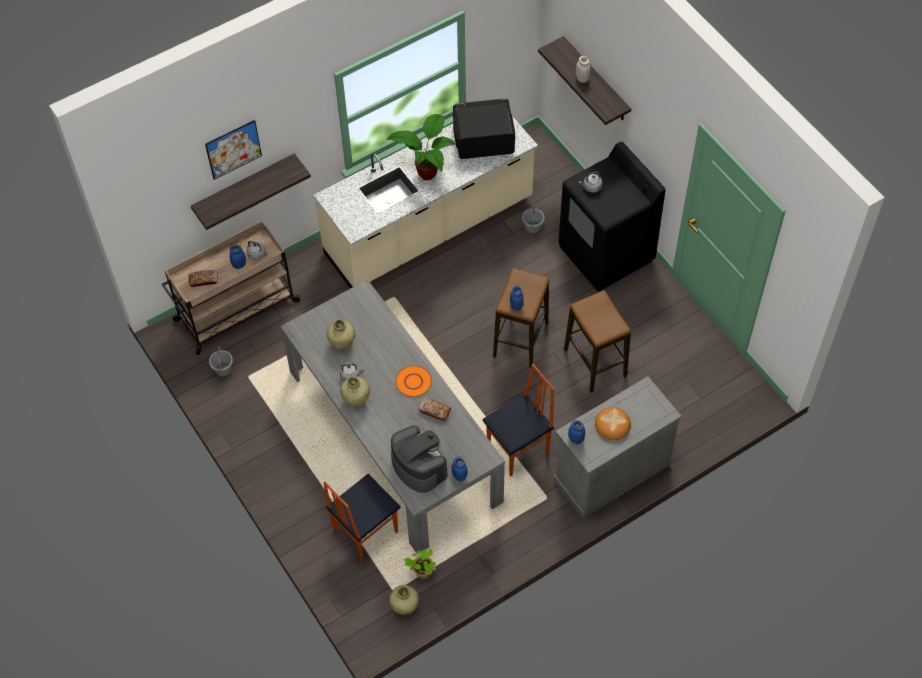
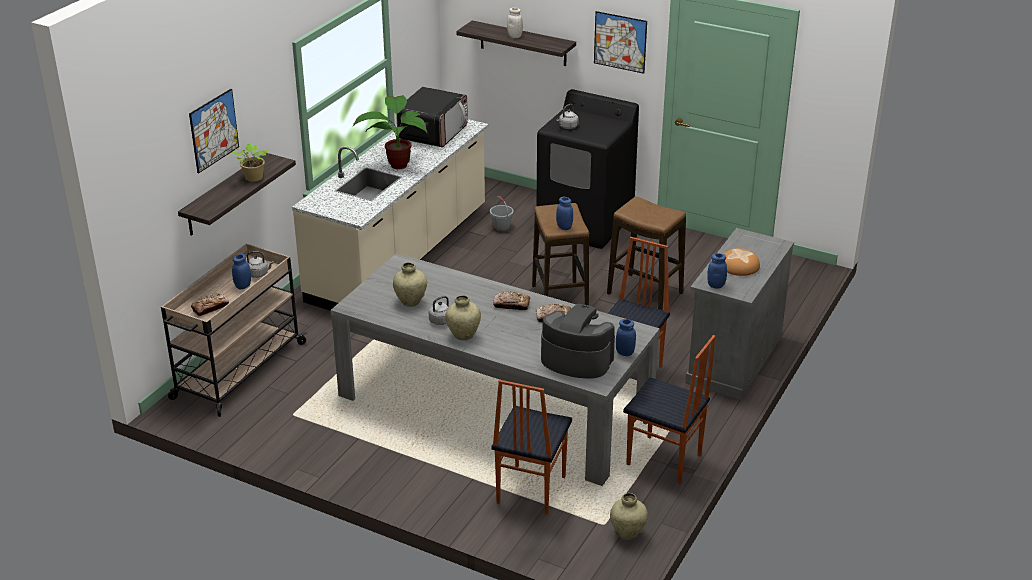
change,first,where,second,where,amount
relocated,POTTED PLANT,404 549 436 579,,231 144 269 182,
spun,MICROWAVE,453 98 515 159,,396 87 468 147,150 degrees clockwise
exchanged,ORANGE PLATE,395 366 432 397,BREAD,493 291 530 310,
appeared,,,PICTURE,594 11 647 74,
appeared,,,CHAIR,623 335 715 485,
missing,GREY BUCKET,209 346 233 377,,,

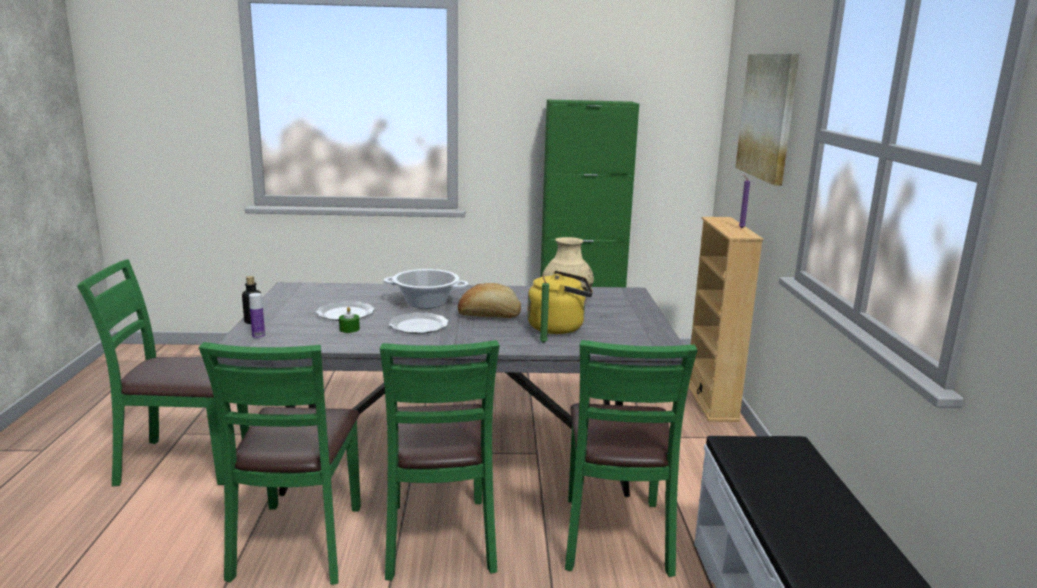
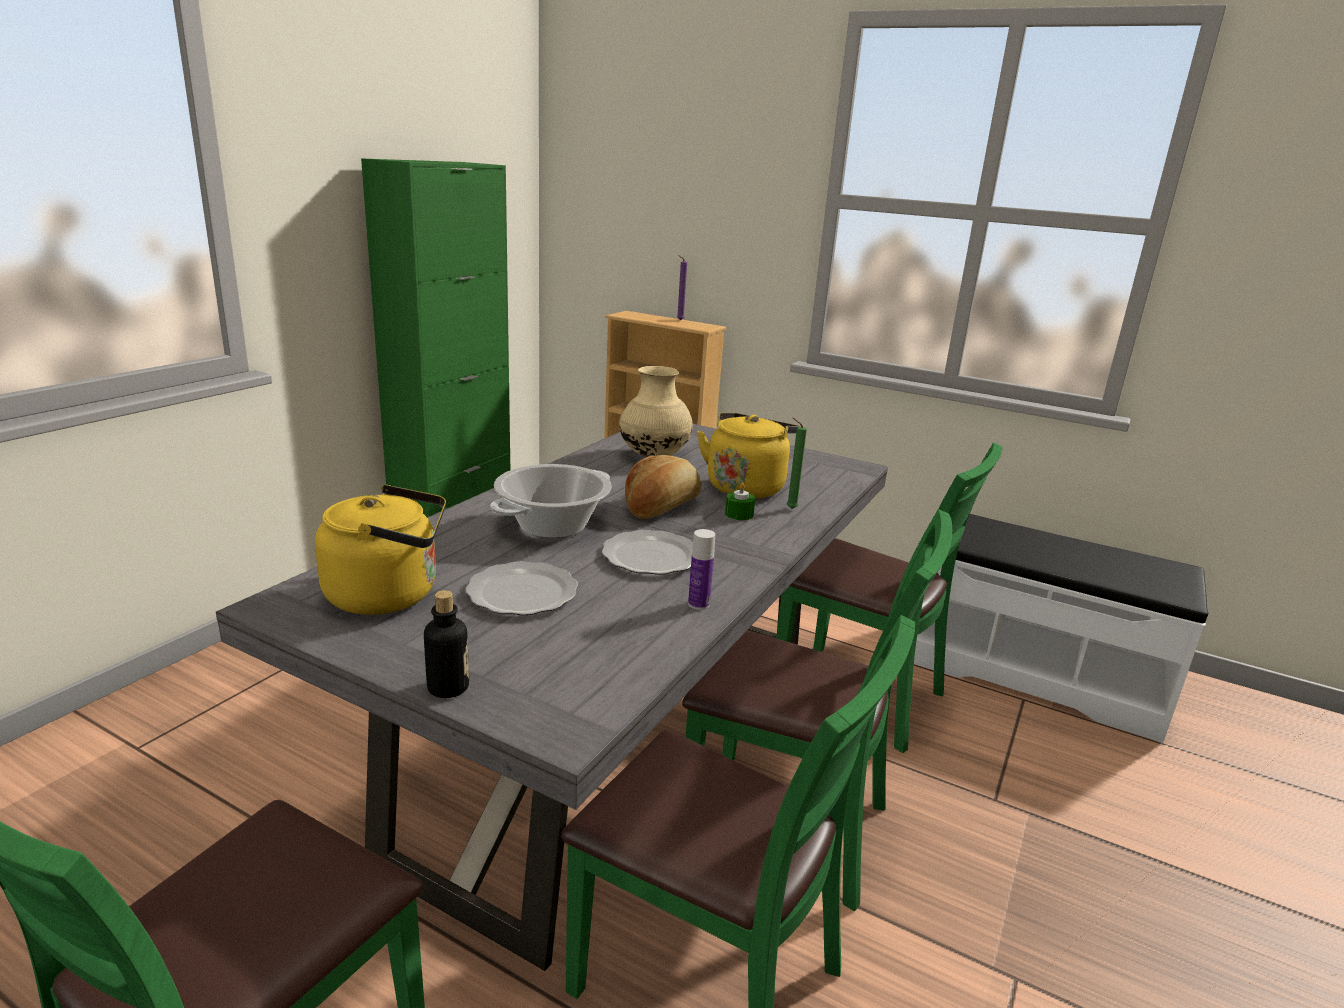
change,first,where,second,where,amount
appeared,,,YELLOW KETTLE,315 485 446 615,
relocated,BOTTLE,249 293 265 339,,688 529 715 610,
relocated,GREEN CANDLE,339 307 360 333,,725 482 755 520,
missing,PICTURE,735 53 800 186,,,

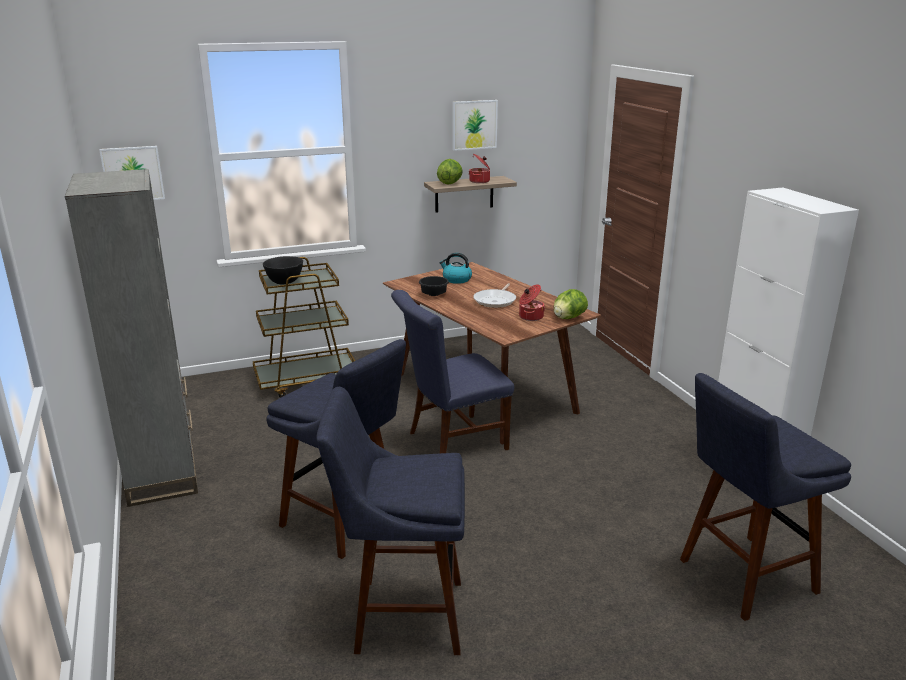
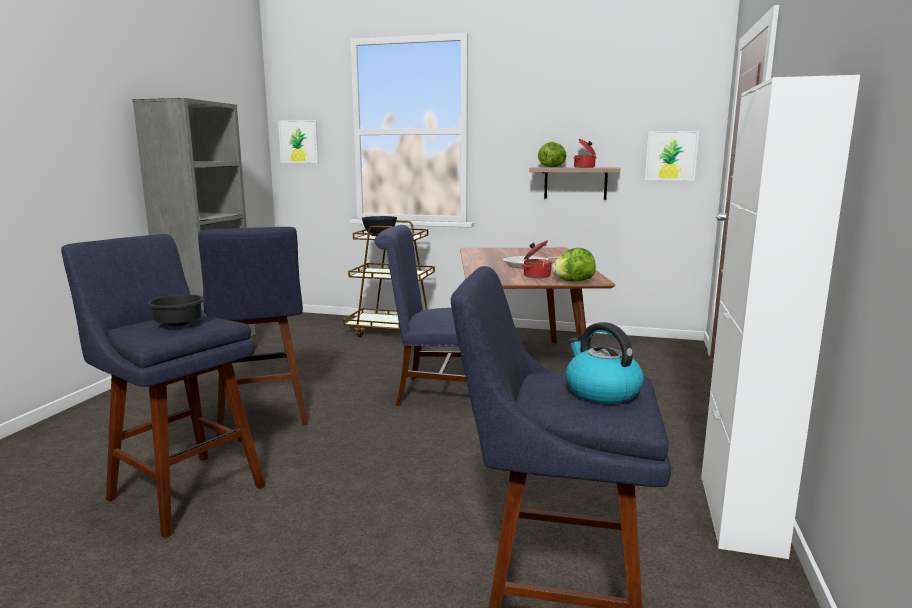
change,first,where,second,where,amount
relocated,BLACK BOWL,419 276 449 296,,147 295 205 326,
relocated,KETTLE,439 253 472 284,,566 322 644 404,
relocated,PICTURE,453 100 498 151,,645 131 699 180,

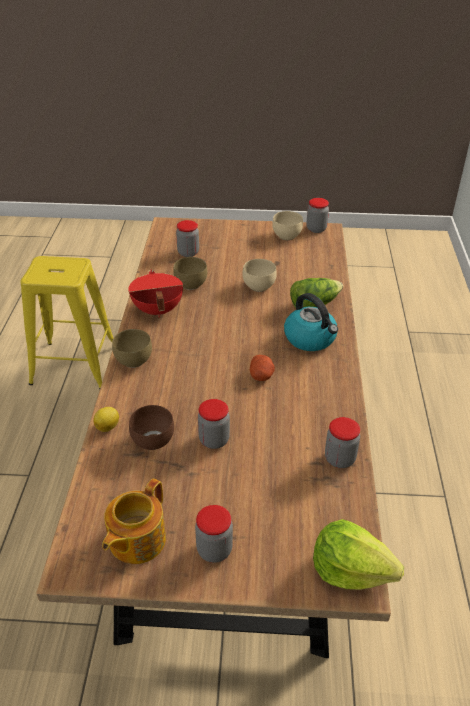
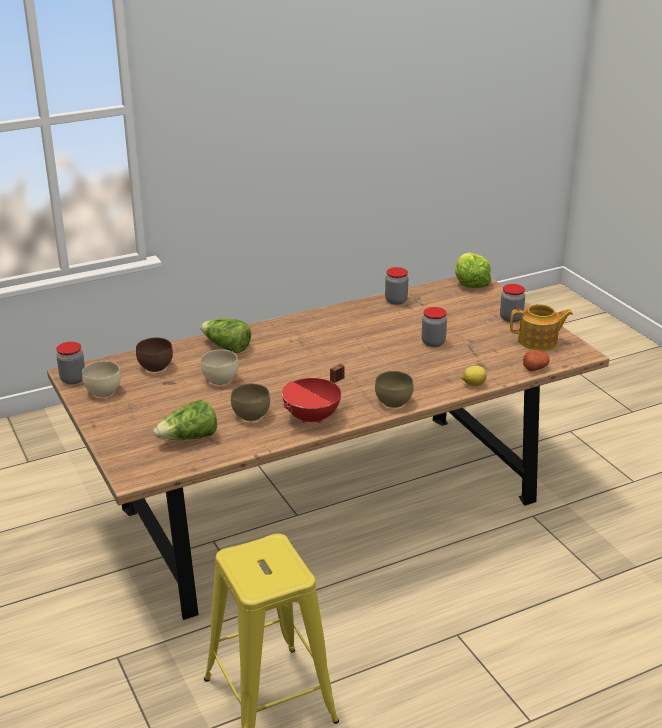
change,first,where,second,where,amount
relocated,BROWN BOWL,129 405 174 450,,136 338 173 372,
exchanged,JAR,176 220 199 257,LETTUCE,153 400 217 440,
relocated,POTATO,250 355 275 381,,523 350 550 371,
missing,KETTLE,284 293 338 351,,,

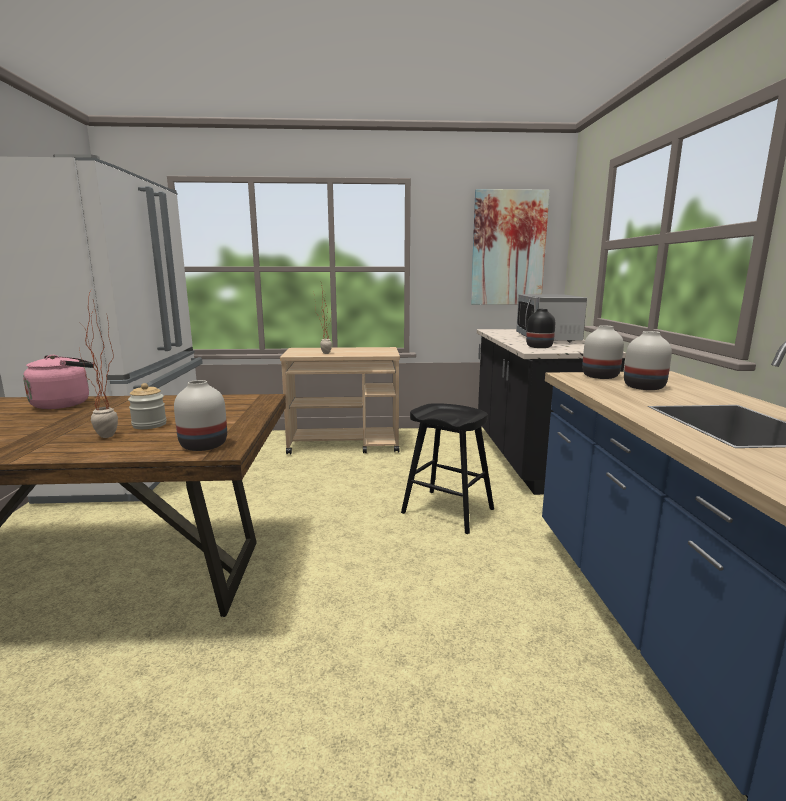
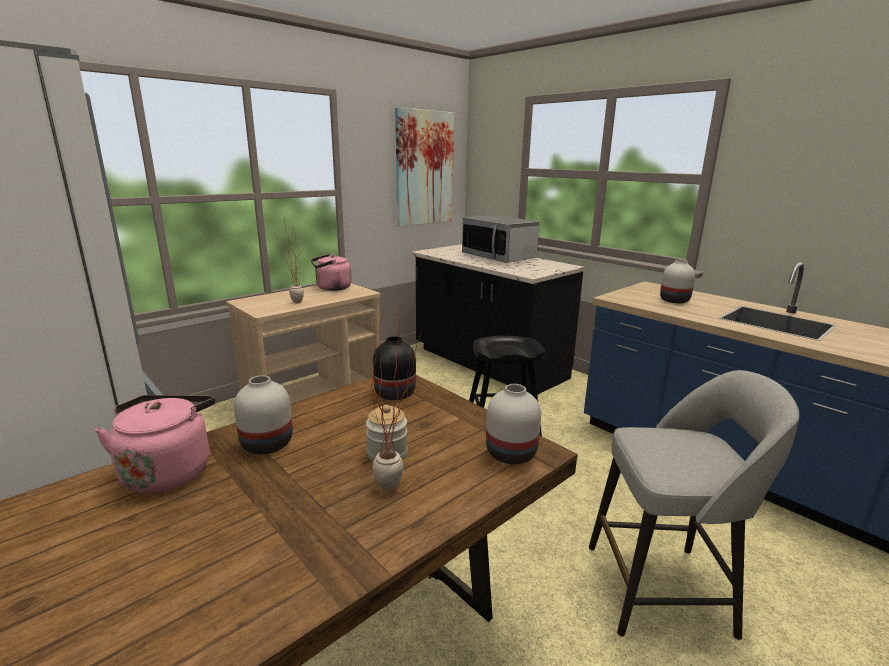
change,first,where,second,where,amount
relocated,WHITE VASE,582 325 624 379,,234 375 293 454,
appeared,,,PINK KETTLE,311 254 352 291,
relocated,BLACK VASE,526 309 555 348,,373 336 416 400,
appeared,,,GREY STOOL,589 370 800 640,

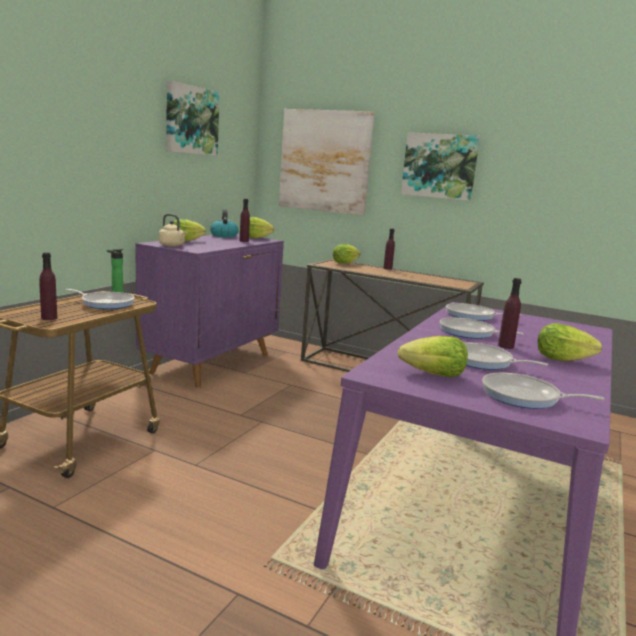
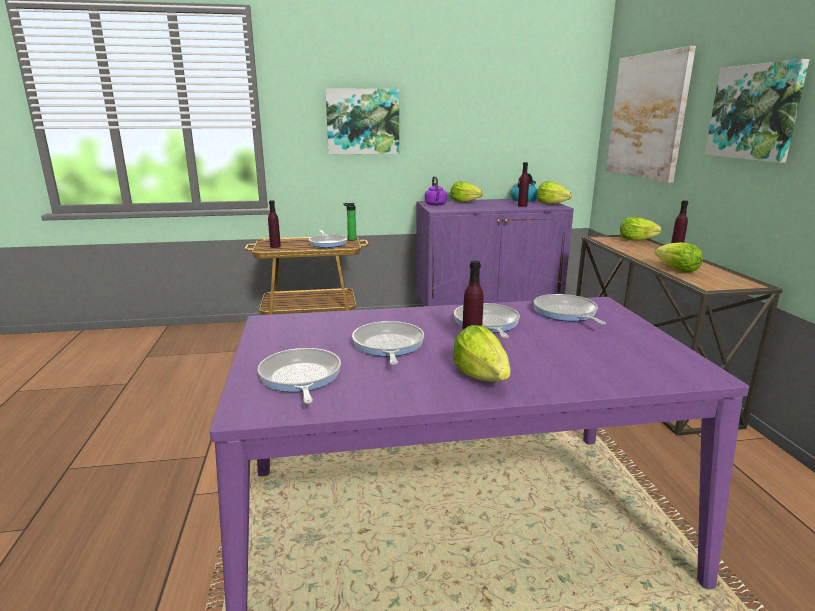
change,first,where,second,where,amount
relocated,PICTURE,166 81 220 156,,325 88 399 154,
colour,BEIGE KETTLE,159 214 187 247,PURPLE KETTLE,425 176 447 206,
relocated,LETTUCE,398 336 468 378,,655 242 703 273,

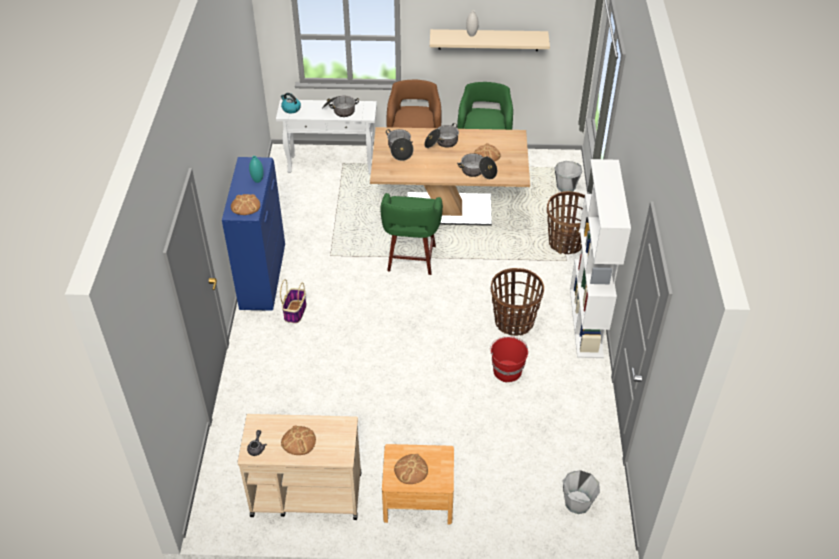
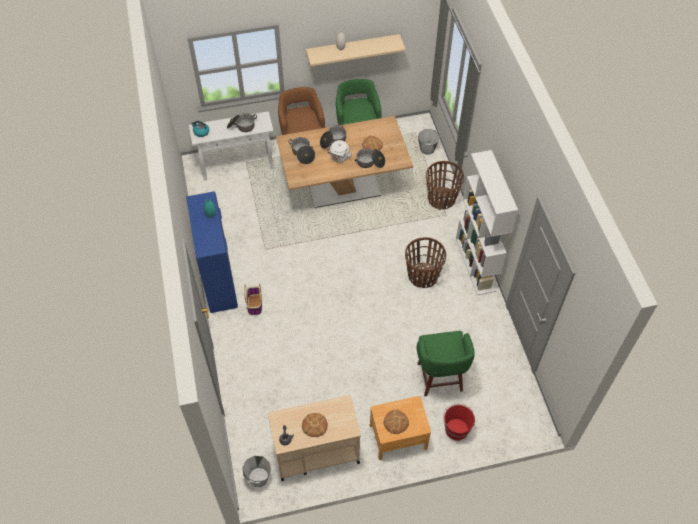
change,first,where,second,where,amount
relocated,GREY BUCKET,563 470 600 514,,242 456 271 487,
appeared,,,WHITE KETTLE,327 140 352 163,
relocated,GREEN STOOL,380 193 443 275,,416 331 475 396,
relocated,RED BUCKET,490 336 528 382,,443 404 475 441,
missing,BREAD,231 194 260 215,,,

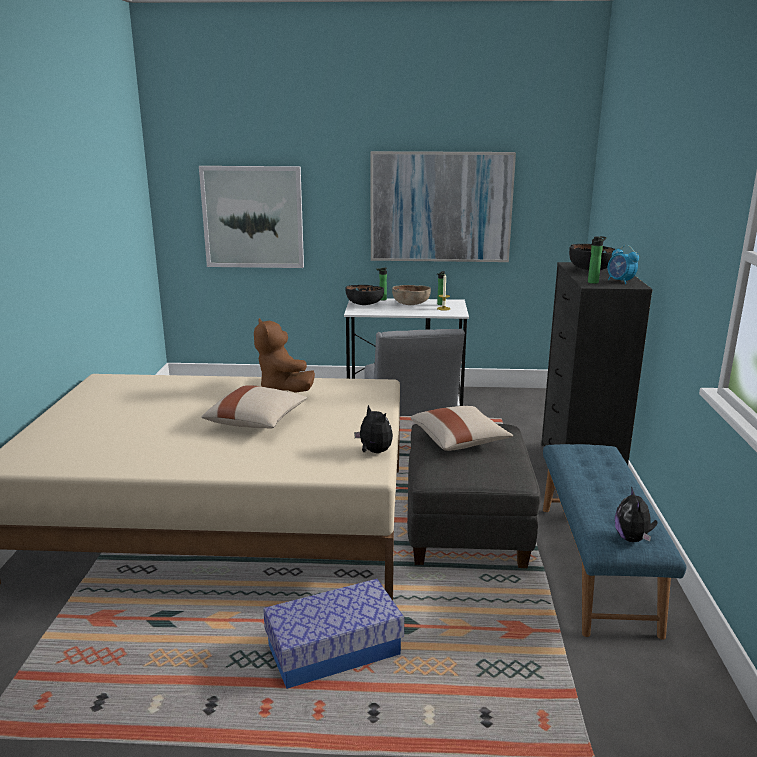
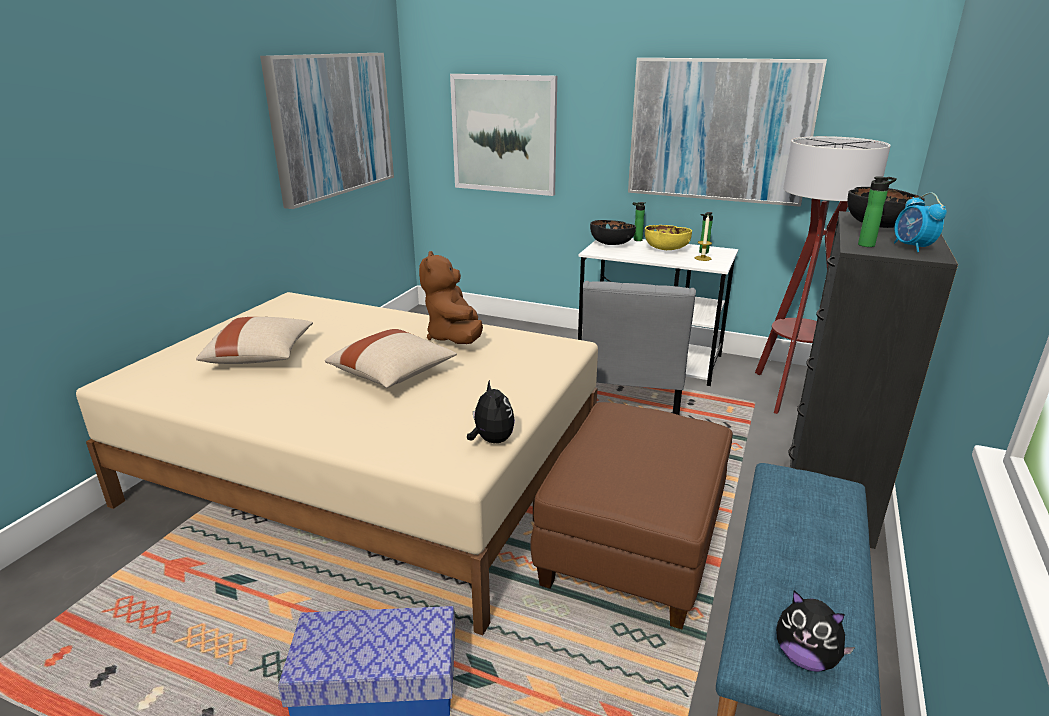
change,first,where,second,where,amount
relocated,BEIGE PILLOW,411 406 513 451,,196 317 313 364,
appeared,,,PICTURE,260 53 394 209,
colour,GREY OTTOMAN,407 424 541 568,BROWN OTTOMAN,530 402 733 629,
colour,BROWN BOWL,392 285 431 305,YELLOW BOWL,645 225 692 250,
appeared,,,FLOOR LAMP,755 136 891 414,
spun,PLUSH TOY,615 486 658 542,,776 590 855 672,75 degrees counterclockwise

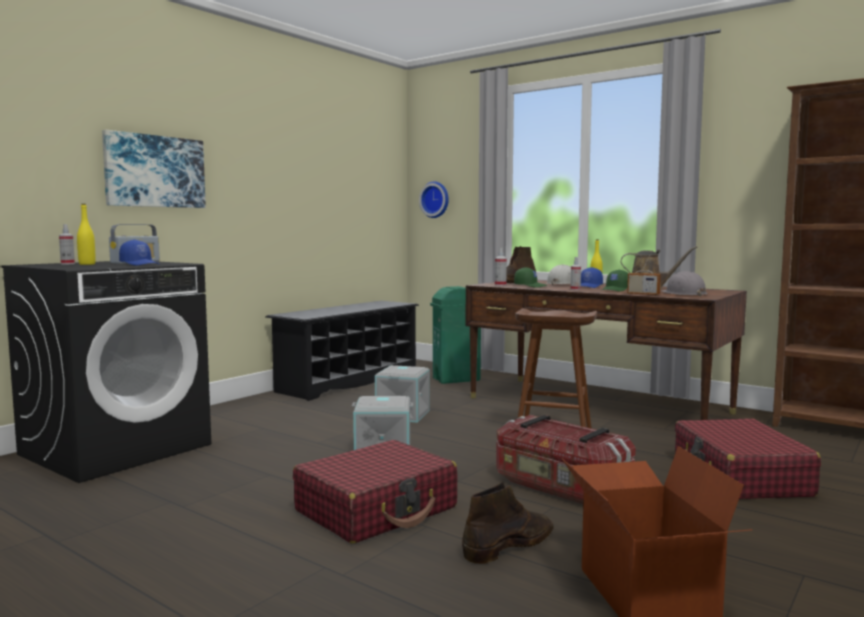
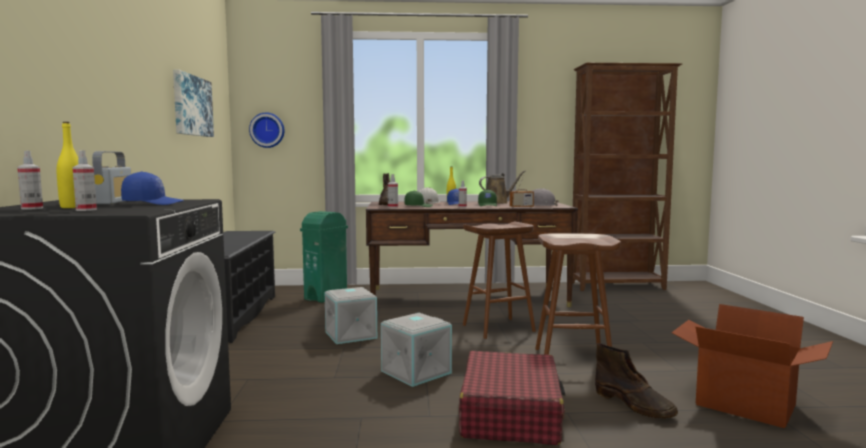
change,first,where,second,where,amount
appeared,,,SPRAY BOTTLE,73 150 97 211,
relocated,PICTURE,102 130 206 208,,173 70 214 137,
exchanged,STORAGE BOX,496 415 636 505,BROWN STOOL,535 233 621 354,
spun,BROWN BOOT,462 481 554 564,,595 343 678 419,135 degrees clockwise
missing,RED SUITCASE,675 419 821 499,,,

